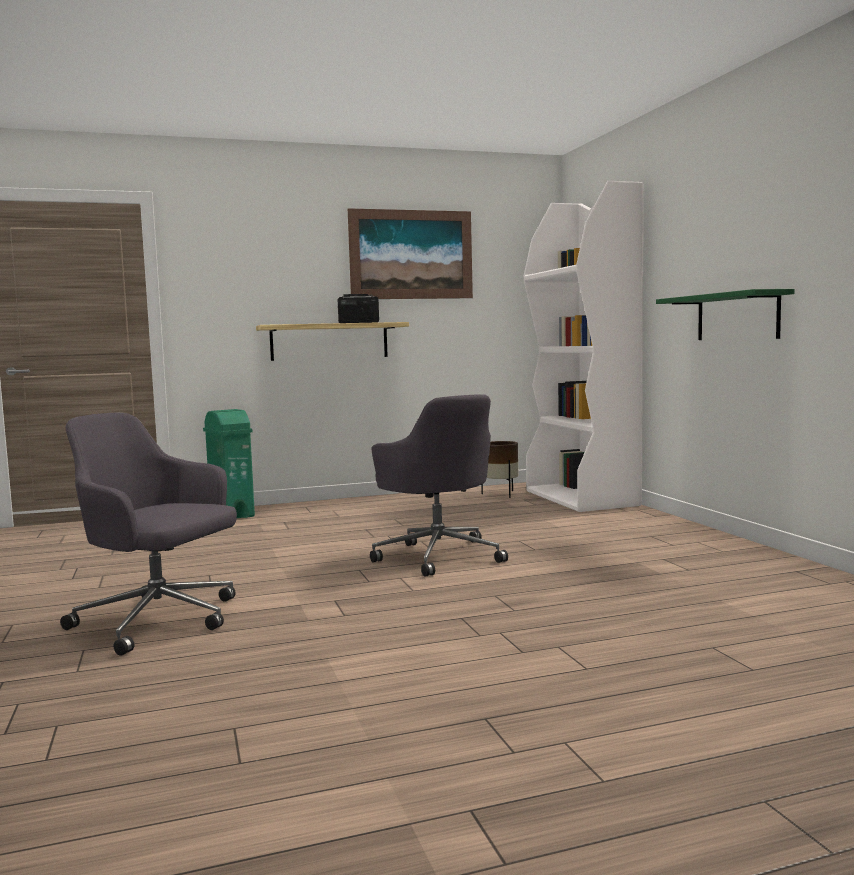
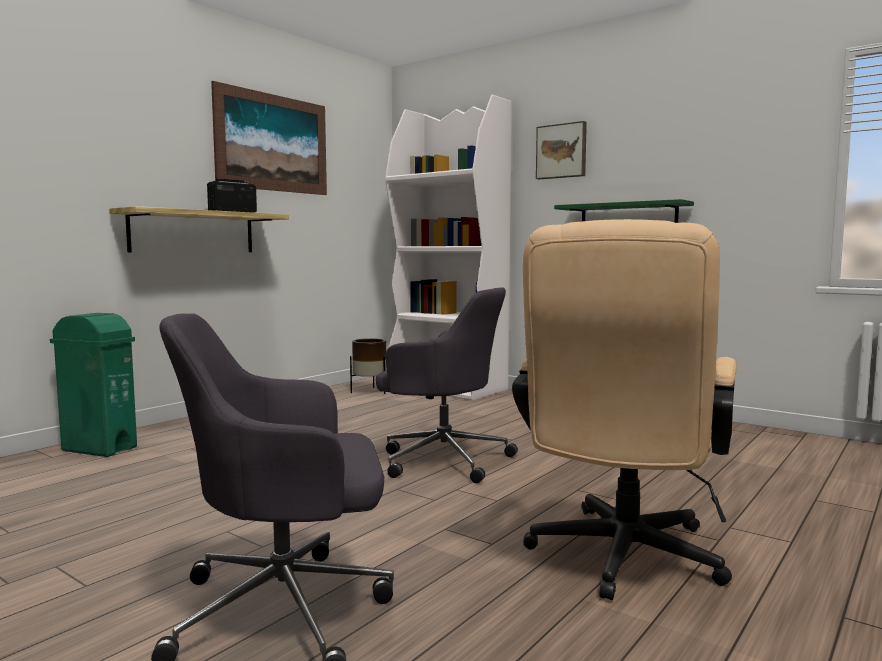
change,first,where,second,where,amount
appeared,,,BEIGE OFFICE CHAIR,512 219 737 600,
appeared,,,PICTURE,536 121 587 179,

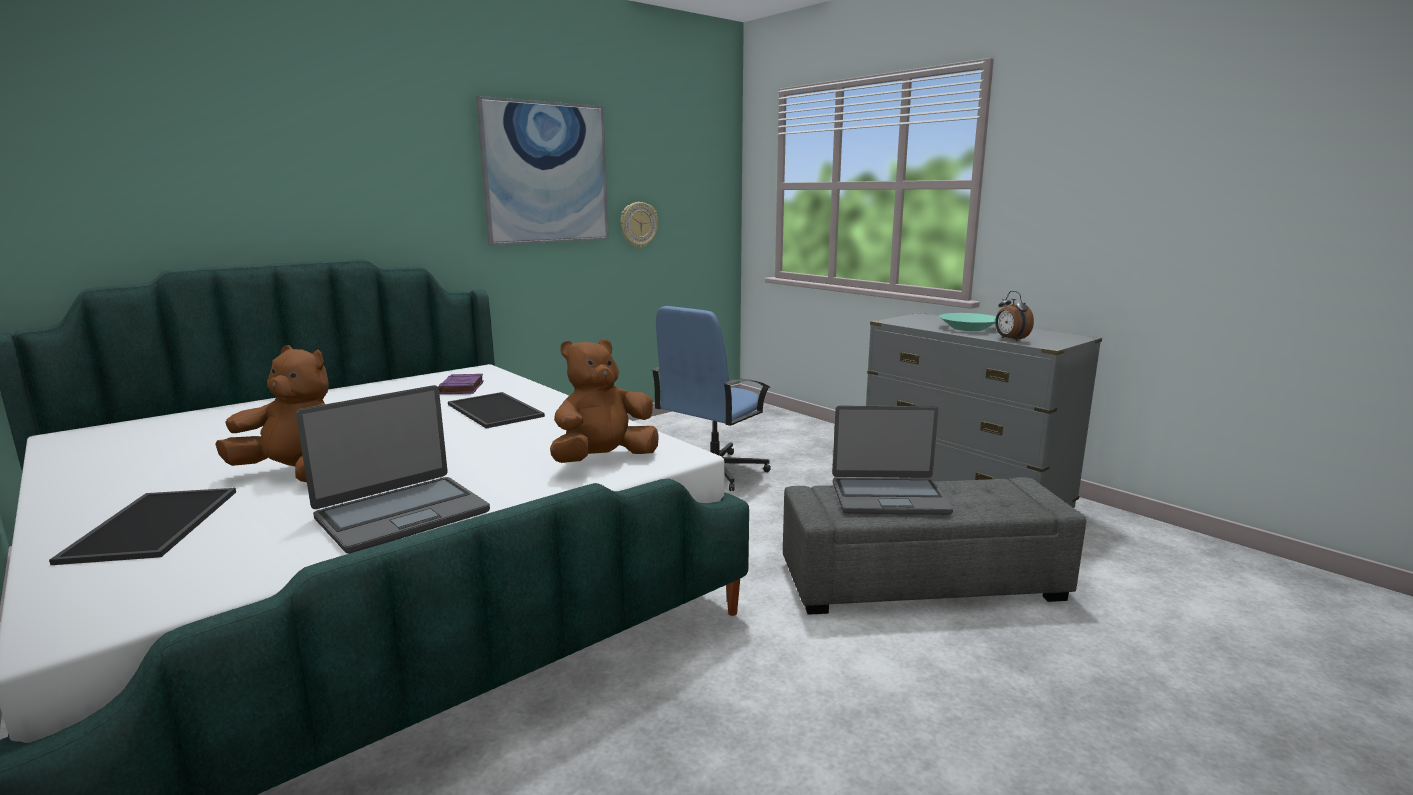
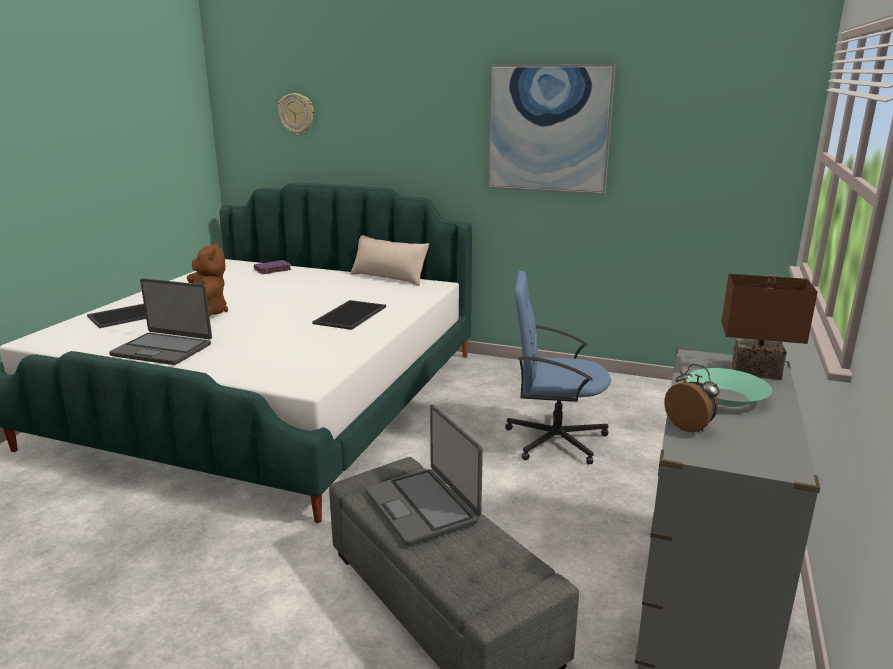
change,first,where,second,where,amount
relocated,PURPLE BOOK,438 374 484 394,,254 260 292 274,
relocated,WALL CLOCK,621 202 658 248,,278 93 314 135,
appeared,,,BEIGE PILLOW,350 235 429 286,
spun,ALARM CLOCK,995 291 1034 341,,664 364 720 432,105 degrees clockwise
appeared,,,BROWN TABLE LAMP,722 274 818 380,
missing,BROWN PLUSH TOY,550 339 659 463,,,

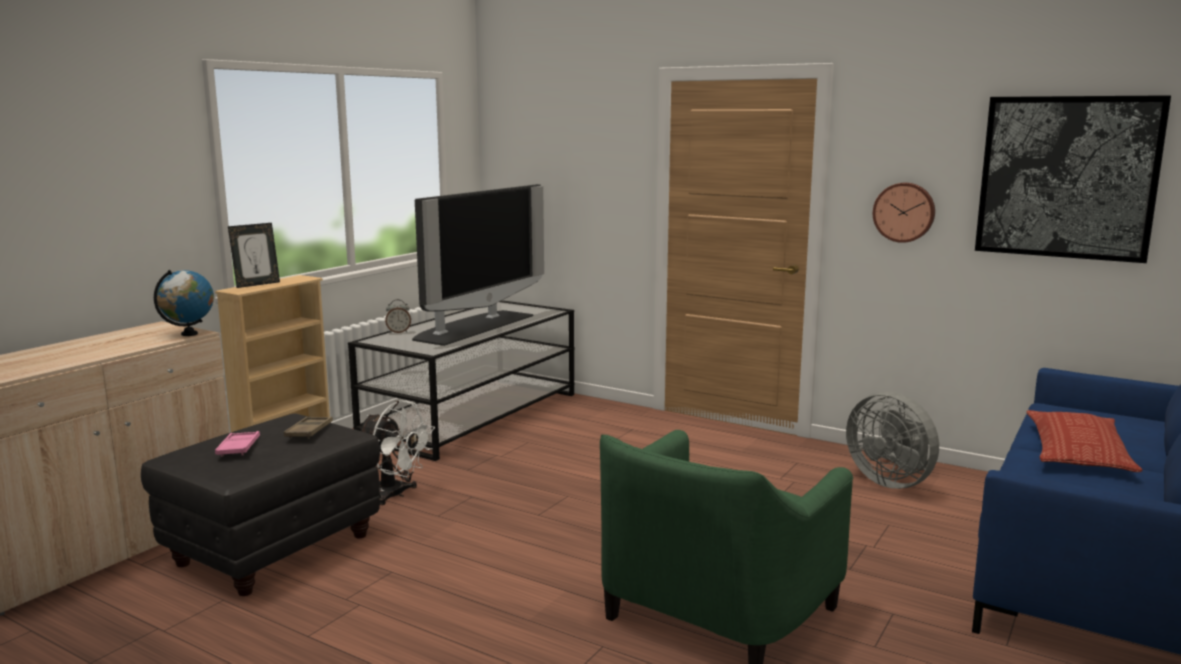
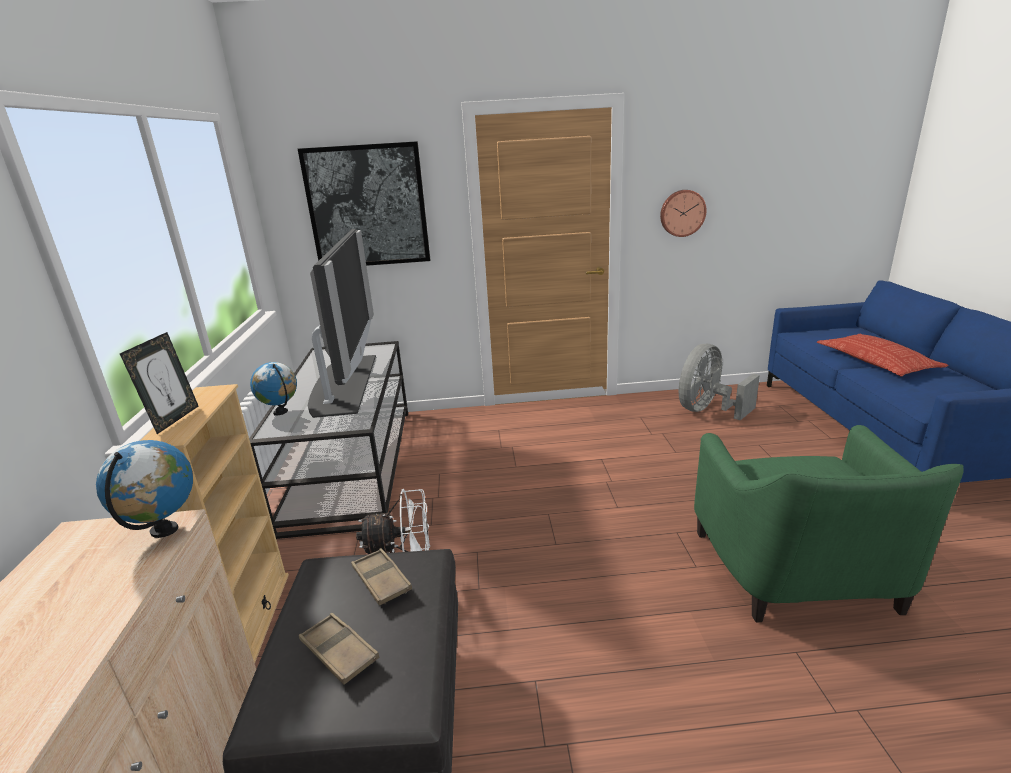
change,first,where,second,where,amount
exchanged,ALARM CLOCK,385 299 411 333,GLOBE,250 362 297 416,
relocated,PICTURE,975 95 1171 263,,298 141 430 266,
colour,PINK TRAY,215 431 260 457,BROWN TRAY,299 613 380 685,
spun,GREY FAN,846 392 939 489,,679 344 760 420,120 degrees clockwise

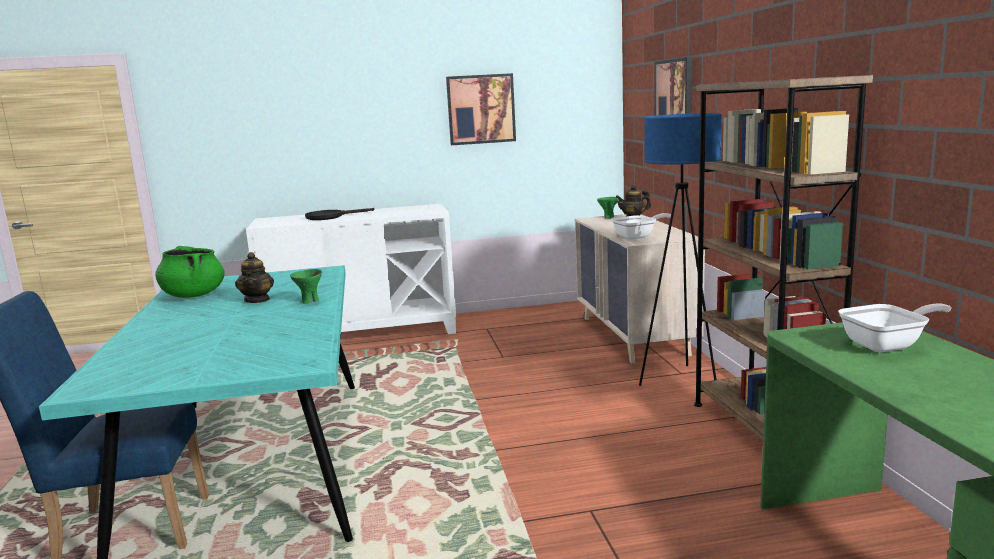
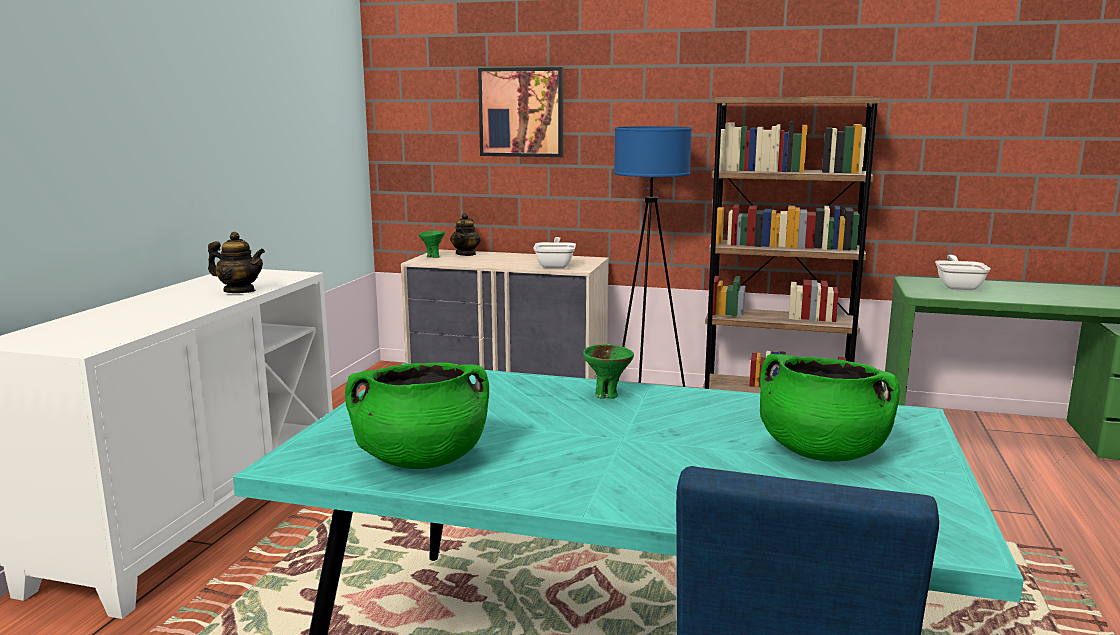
change,first,where,second,where,amount
relocated,TEAPOT,235 252 274 303,,208 232 265 293,
appeared,,,GREEN COOKING POT,760 354 900 462,
missing,BLACK FRYING PAN,305 208 374 220,,,
missing,PICTURE,446 73 516 145,,,

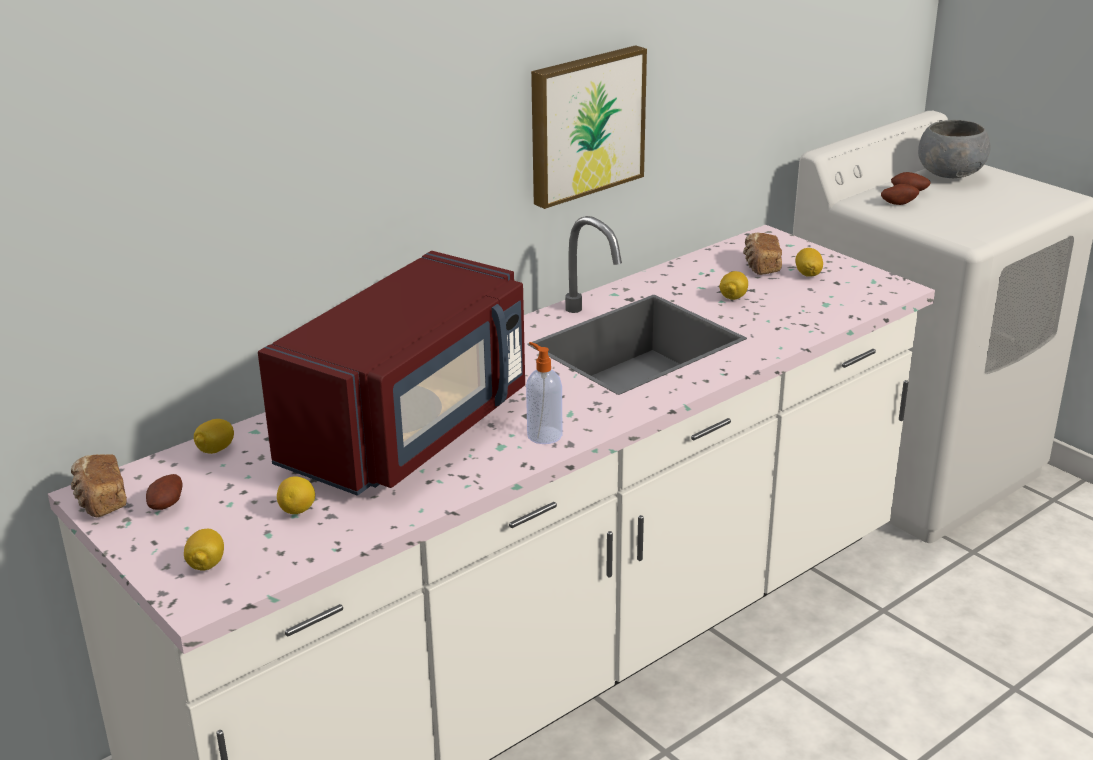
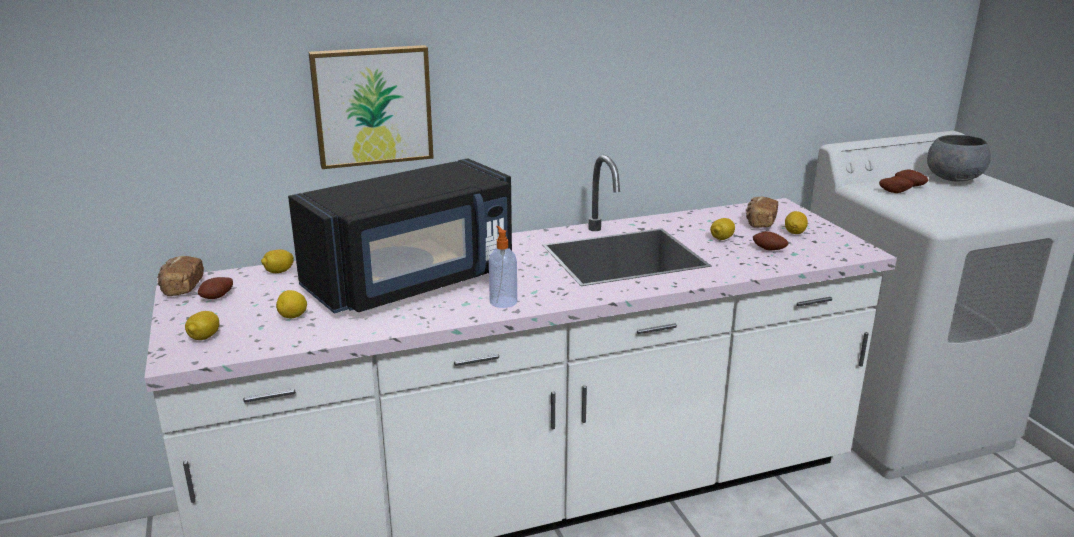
change,first,where,second,where,amount
colour,RED MICROWAVE,258 251 525 496,BLACK MICROWAVE,288 158 512 314,
relocated,PICTURE,531 45 647 209,,309 45 434 169,
appeared,,,POTATO,753 231 788 250,

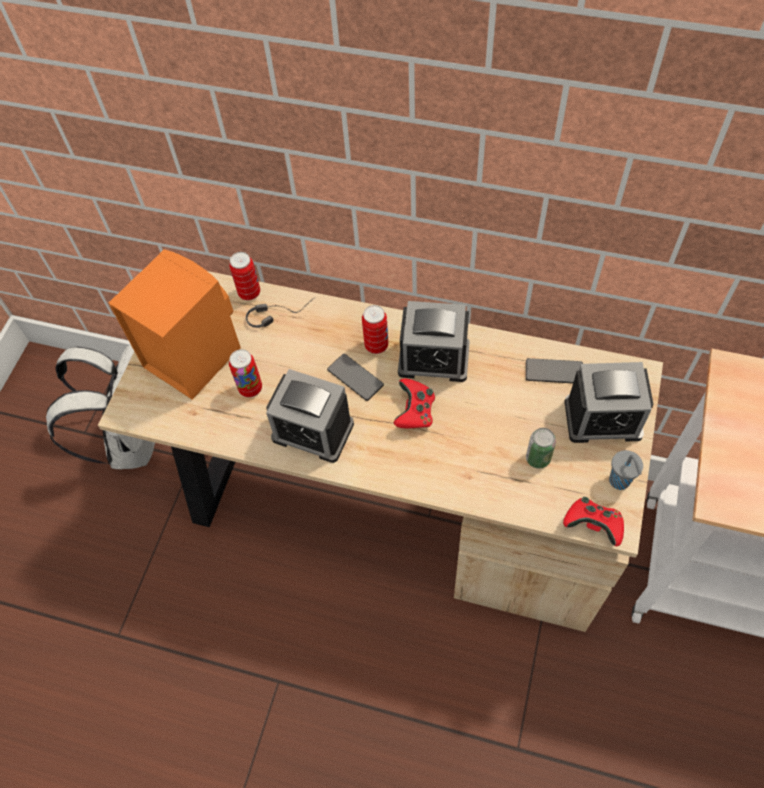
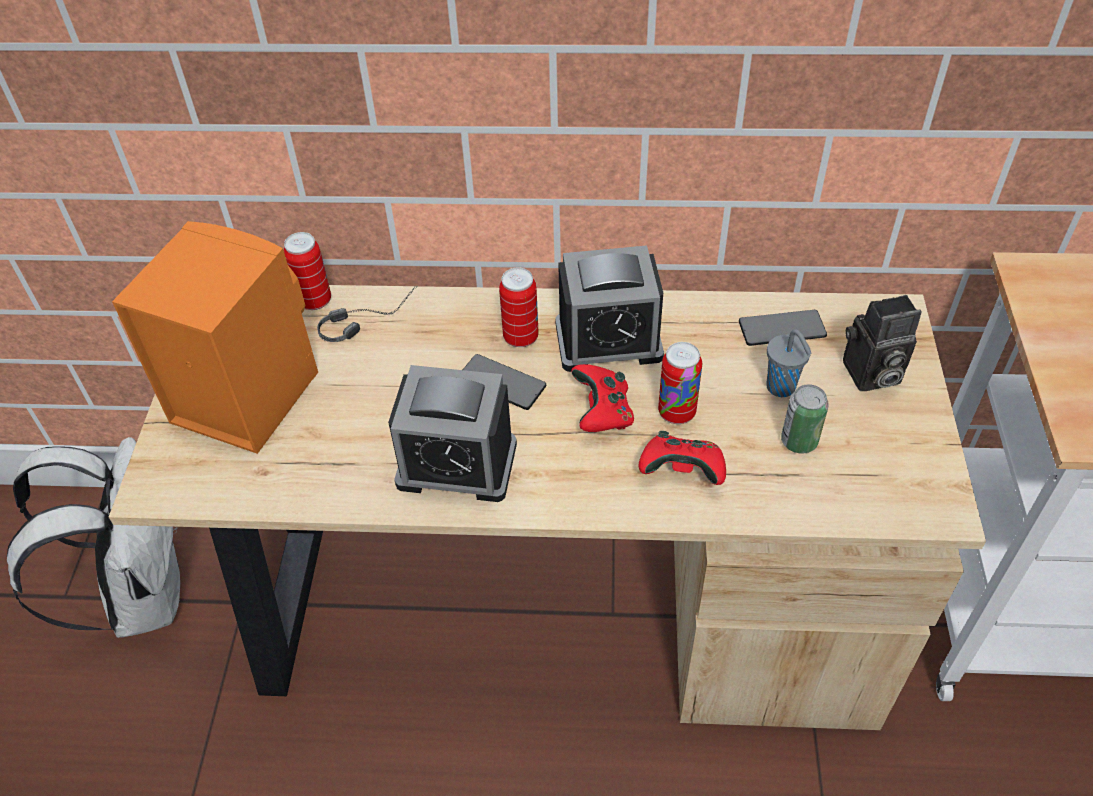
change,first,where,second,where,amount
relocated,RED GAME CONTROLLER,563 497 624 546,,639 431 726 485,
relocated,CAN,229 349 262 397,,658 342 702 424,
relocated,GREY CUP,609 450 643 490,,766 329 812 397,
exchanged,ALARM CLOCK,564 362 653 443,PHOTO CAMERA,843 295 922 391,

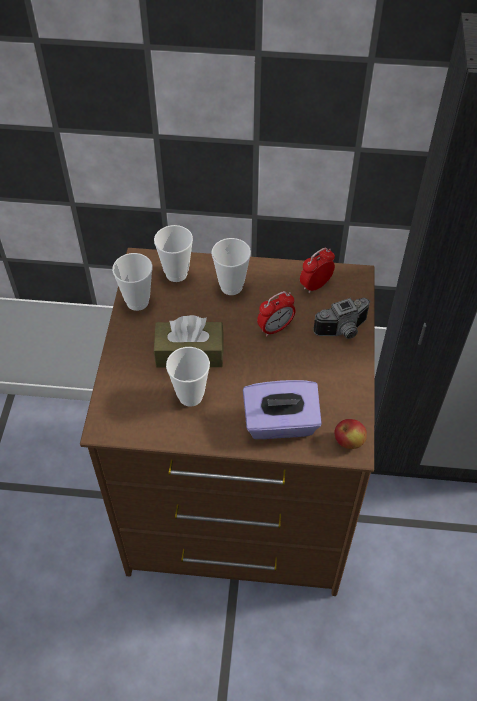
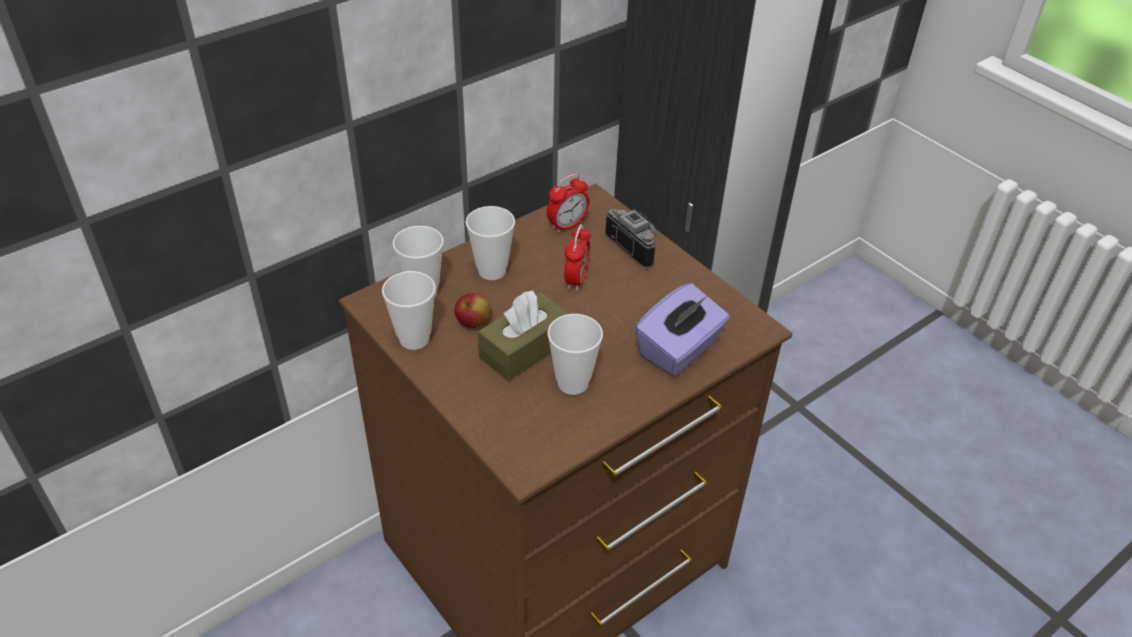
change,first,where,second,where,amount
relocated,APPLE,334 419 367 449,,455 293 491 328,
spun,ALARM CLOCK,300 248 335 293,,547 174 589 233,135 degrees counterclockwise
spun,PHOTO CAMERA,313 298 370 339,,605 208 656 268,60 degrees counterclockwise

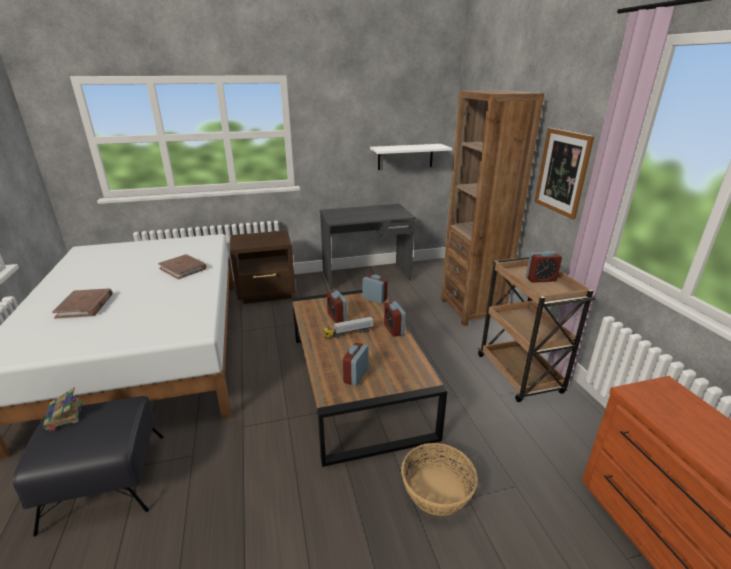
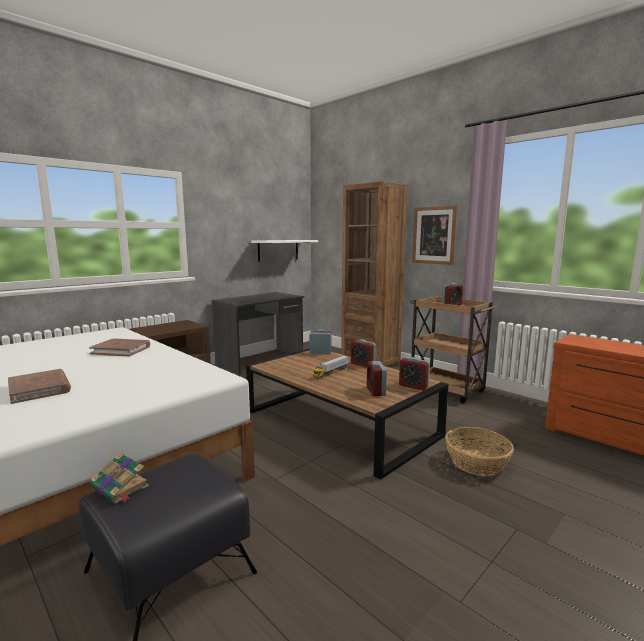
change,first,where,second,where,amount
relocated,ALARM CLOCK,327 290 347 323,,399 357 430 390,

